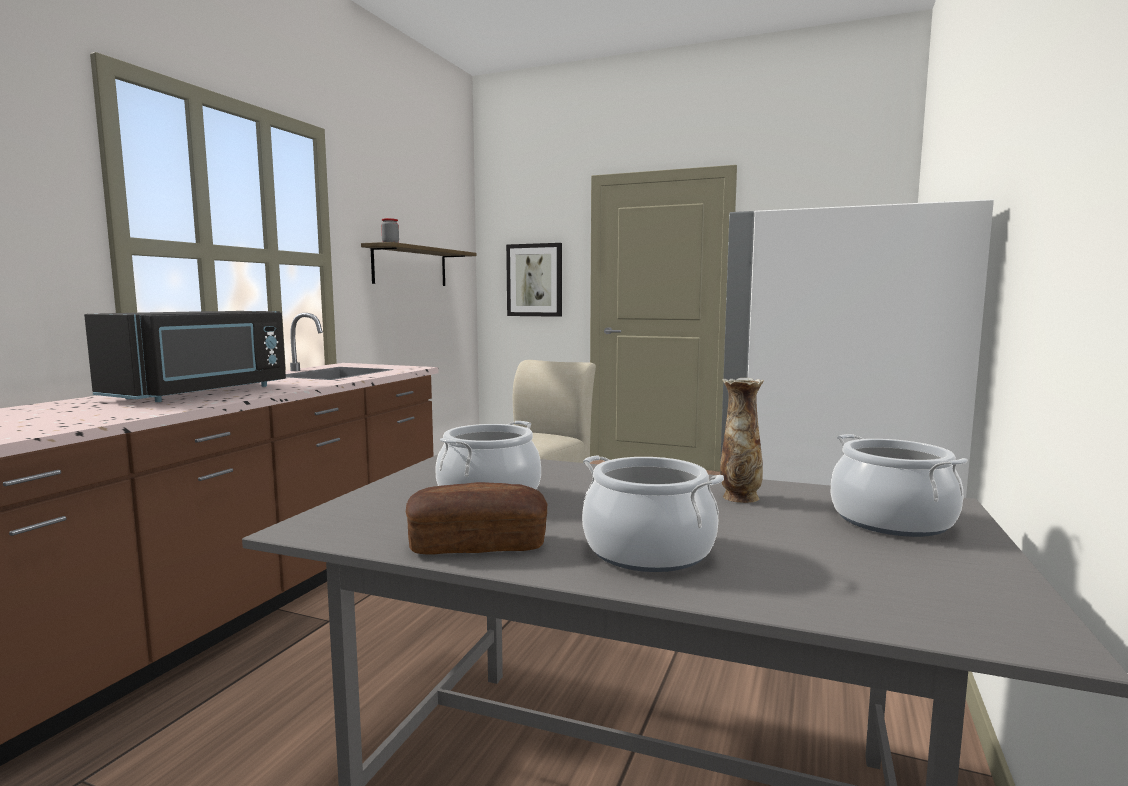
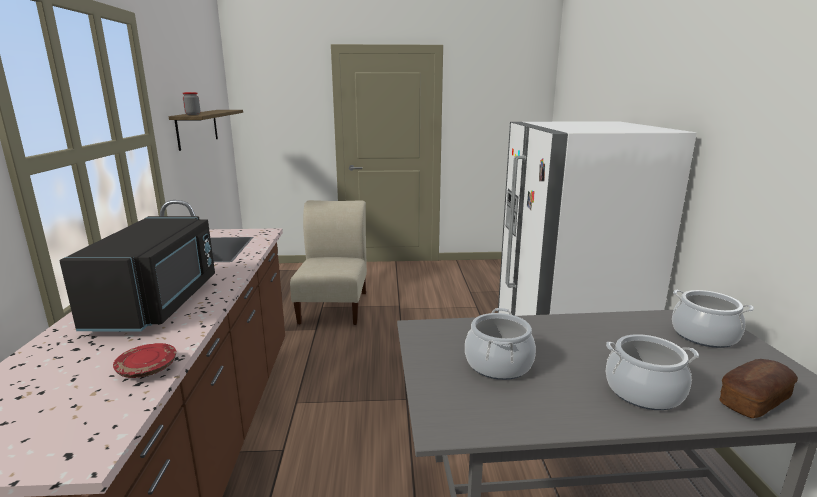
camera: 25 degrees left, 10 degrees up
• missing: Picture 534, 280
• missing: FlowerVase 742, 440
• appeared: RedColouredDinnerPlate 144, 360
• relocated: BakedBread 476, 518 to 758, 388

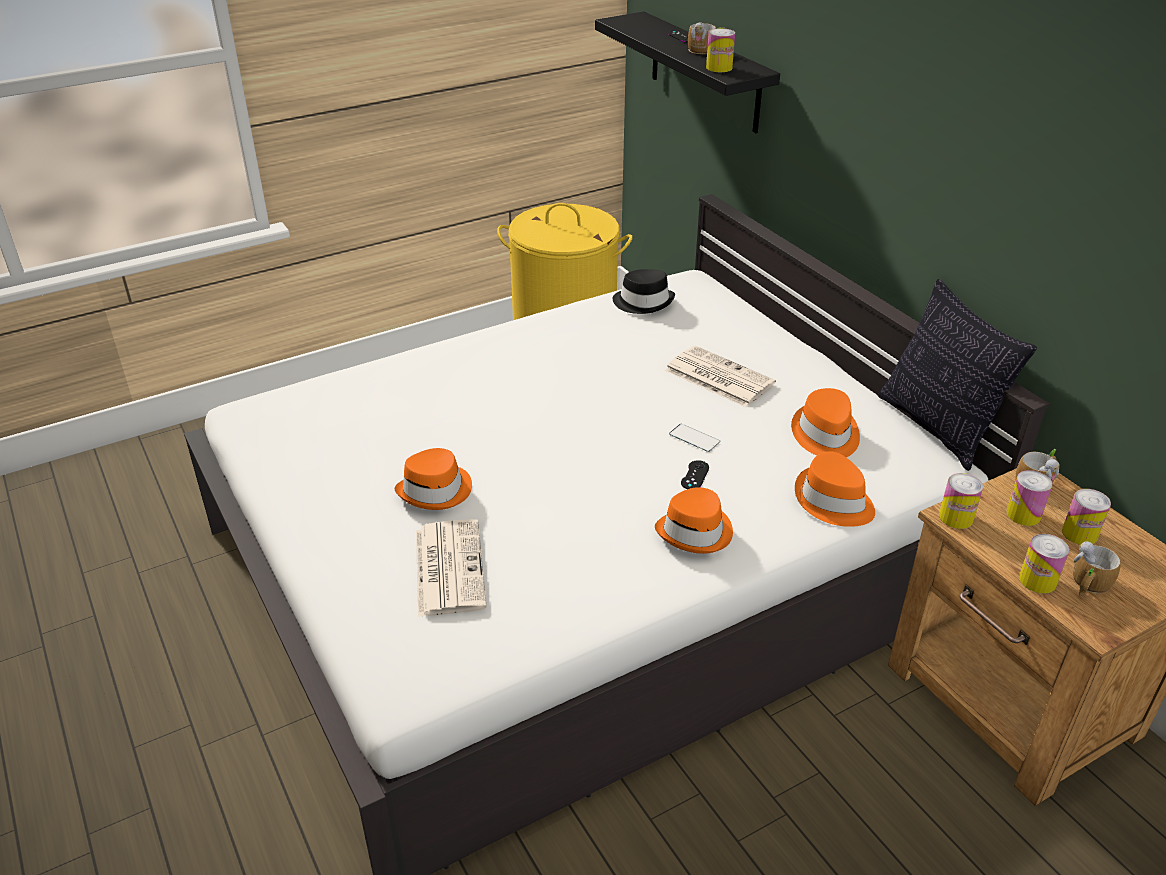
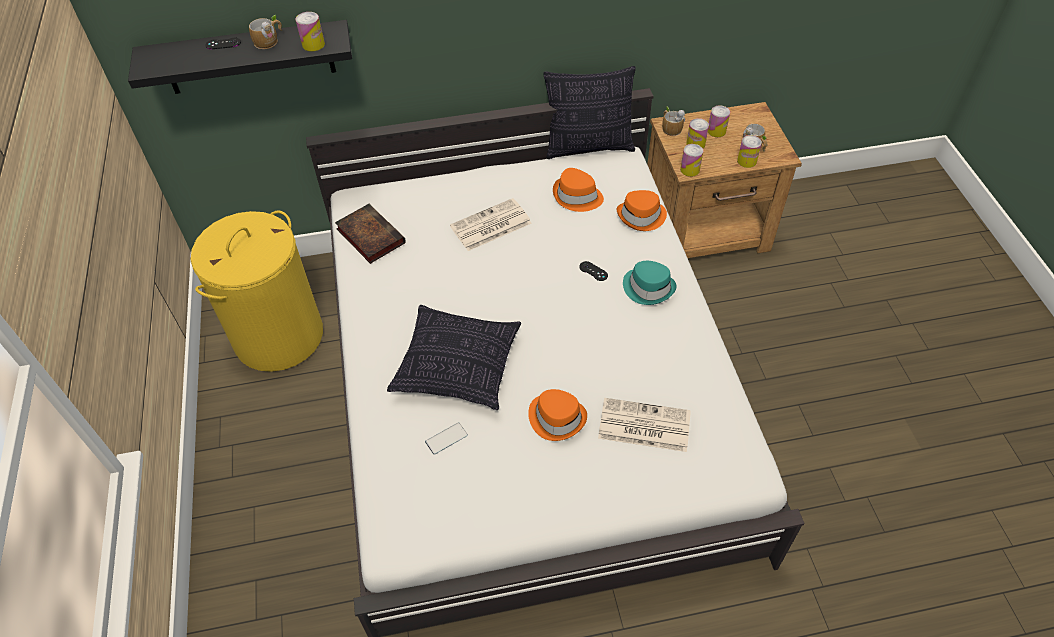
camera: 70 degrees left, 15 degrees up
• appeared: Pillow 454, 357
• relocated: Handset 694, 438 to 446, 438
• exchanged: BlackishClothingHat 644, 291 to BoundBook 370, 234
• colour: OrangeyClothingHat 694, 520 to TurquoiseClothingHat 649, 283

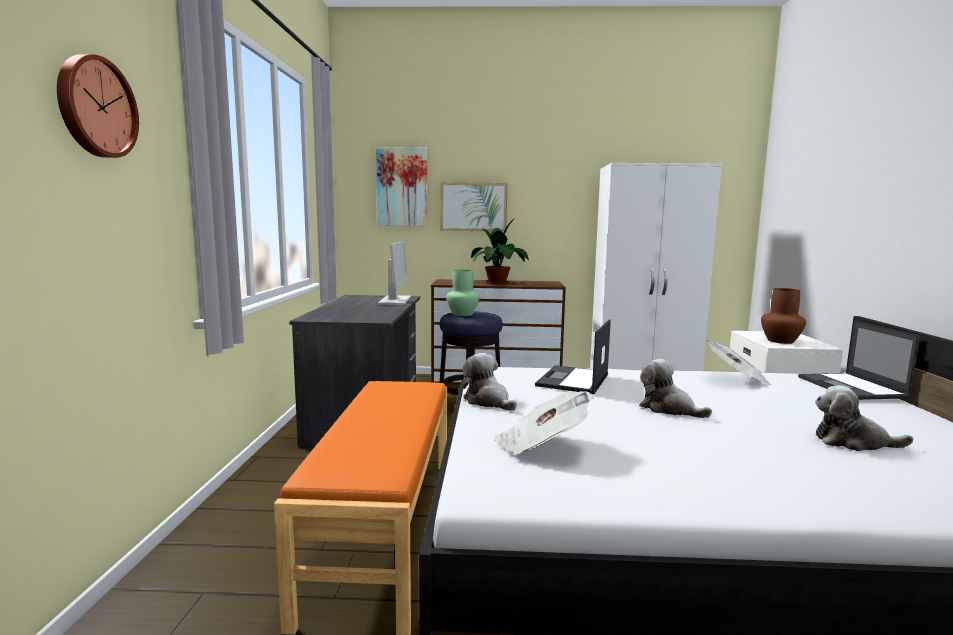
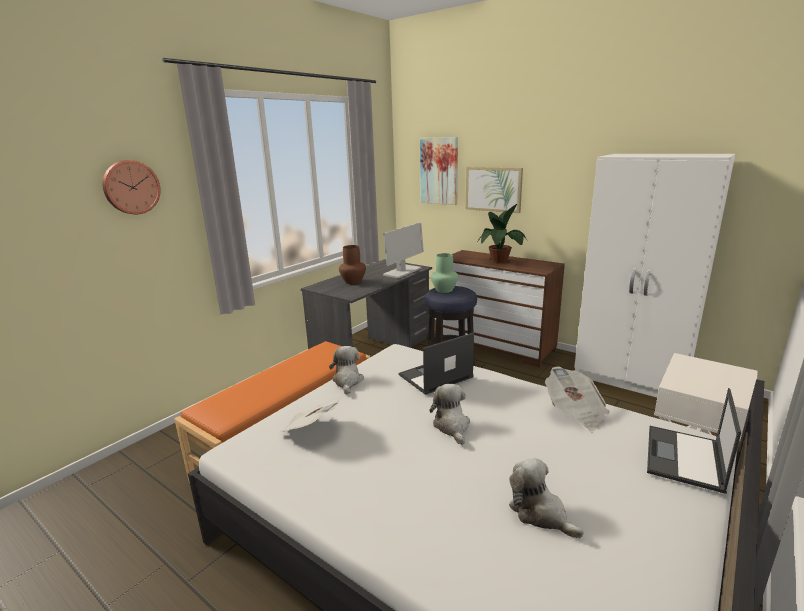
camera: 35 degrees right, 10 degrees up
• relocated: BrownColouredFlowerVase 783, 316 to 352, 264

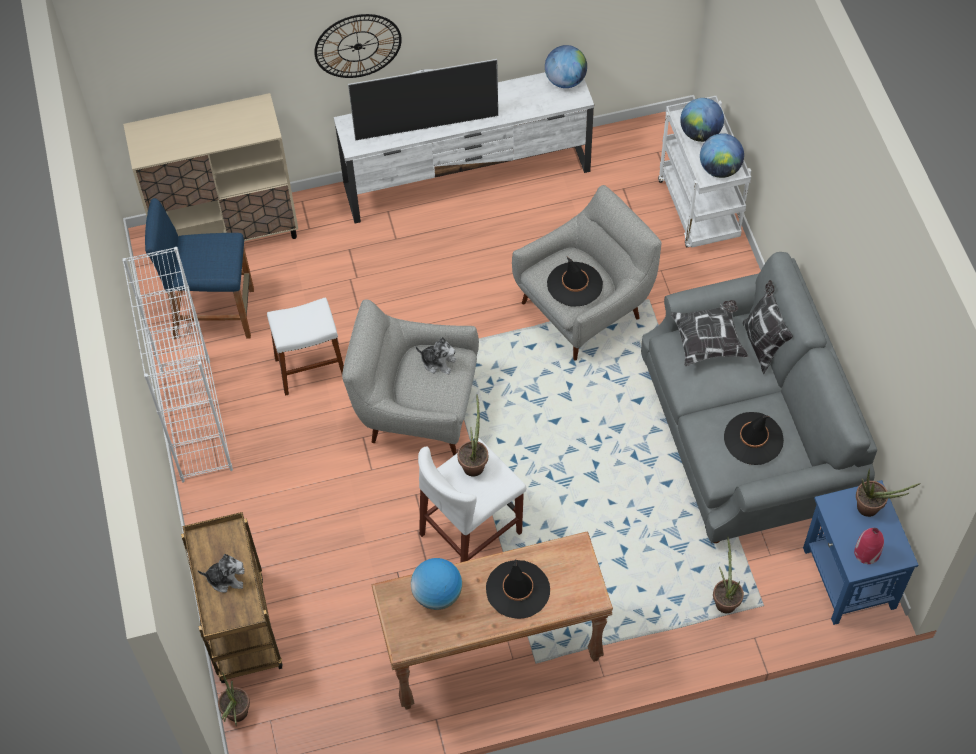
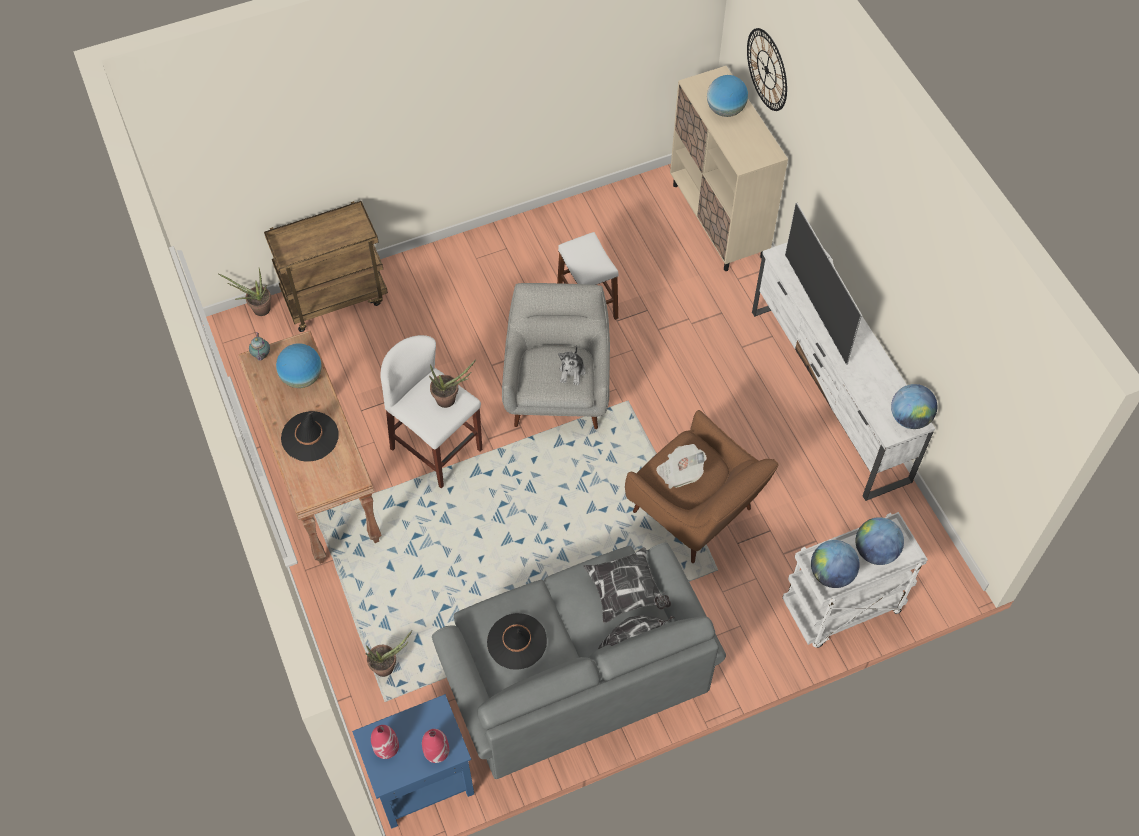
camera: 80 degrees right, 0 degrees up
• missing: WhiteShelvingUnit 177, 365
• missing: BluishStool 199, 268
• missing: SoftToy 221, 573
• appeared: TeaPot 259, 346
• appeared: DeskGlobe 727, 96
• relocated: WallClock 358, 46 to 767, 69
• exchanged: BlackishClothingHat 575, 282 to DailyPaper 681, 466
• exchanged: PottedPlant 888, 493 to RedColouredFlowerVase 435, 746
• colour: GreyishArmchair 587, 272 to BrownColouredArmchair 702, 486

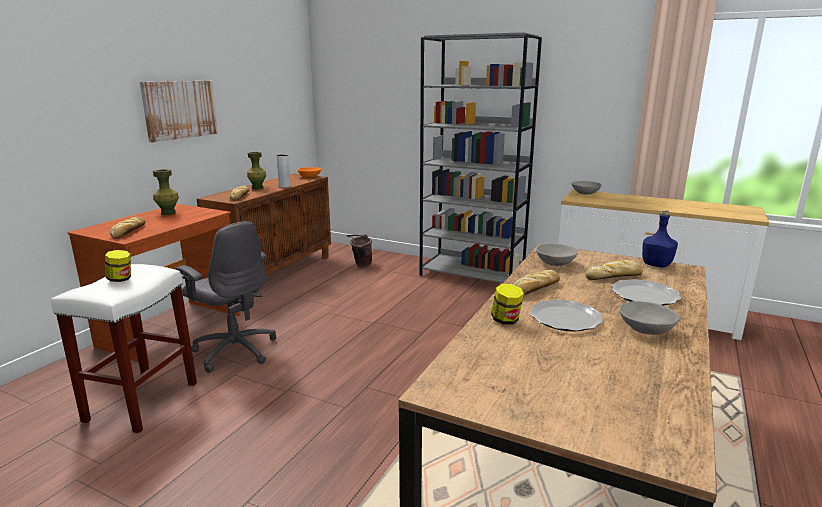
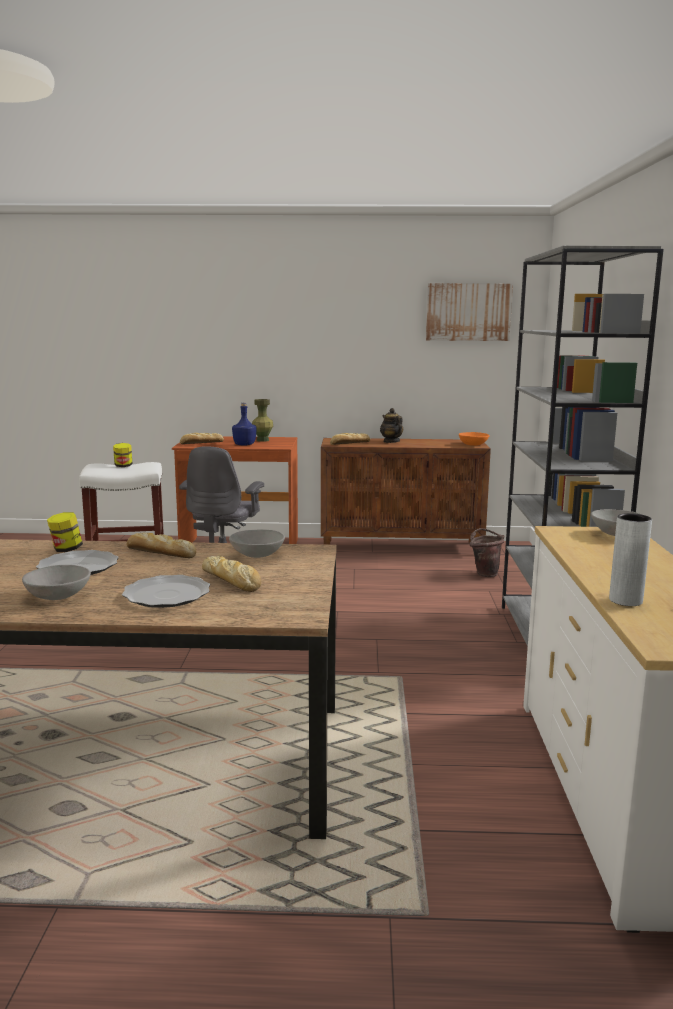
camera: 65 degrees right, 5 degrees down
• relocated: Picture 179, 111 to 469, 312
• relocated: GreyishFlowerVase 283, 171 to 630, 559
• relocated: BluishBottle 660, 239 to 244, 424
• exchanged: GreenFlowerVase 256, 170 to TeaPot 391, 425

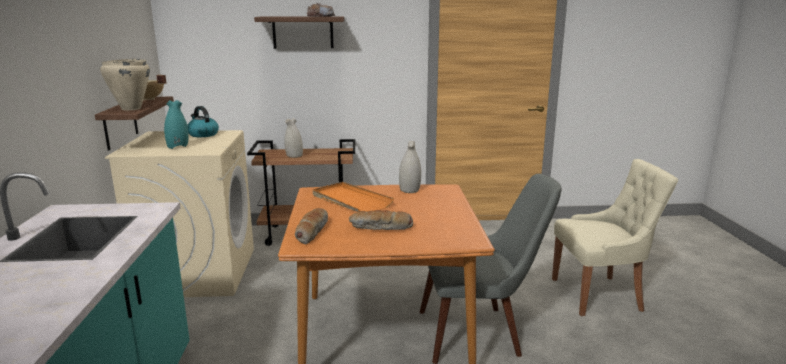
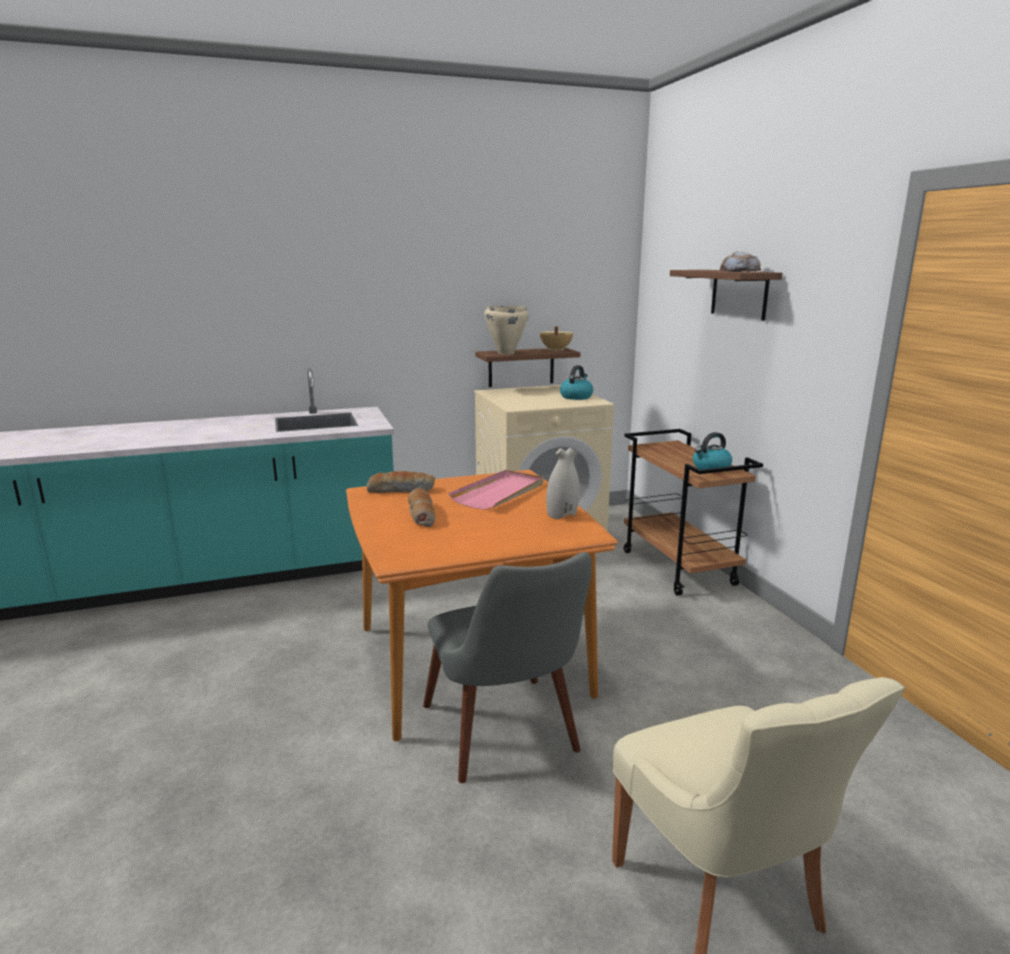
camera: 75 degrees right, 0 degrees up
• missing: TurquoiseFlowerVase 176, 124
• missing: WhiteFlowerVase 293, 138
• appeared: Kettle 712, 451
• colour: OrangeyServingTray 353, 197 to PinkColouredServingTray 496, 490

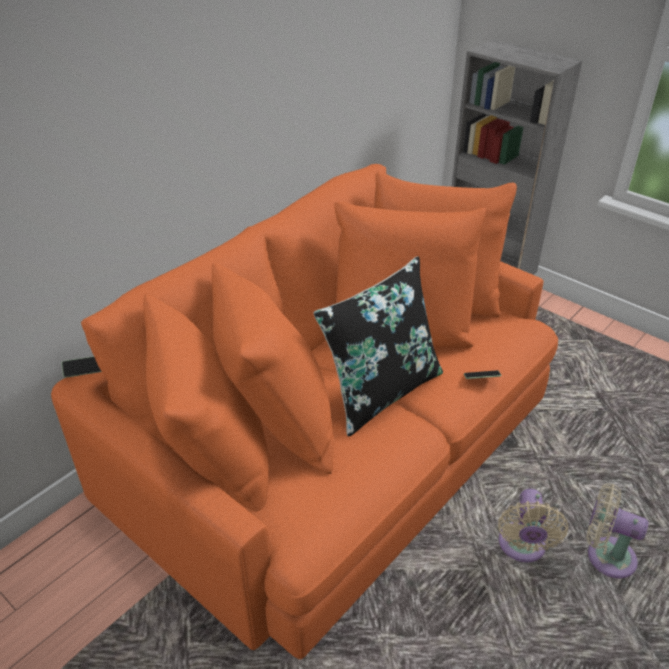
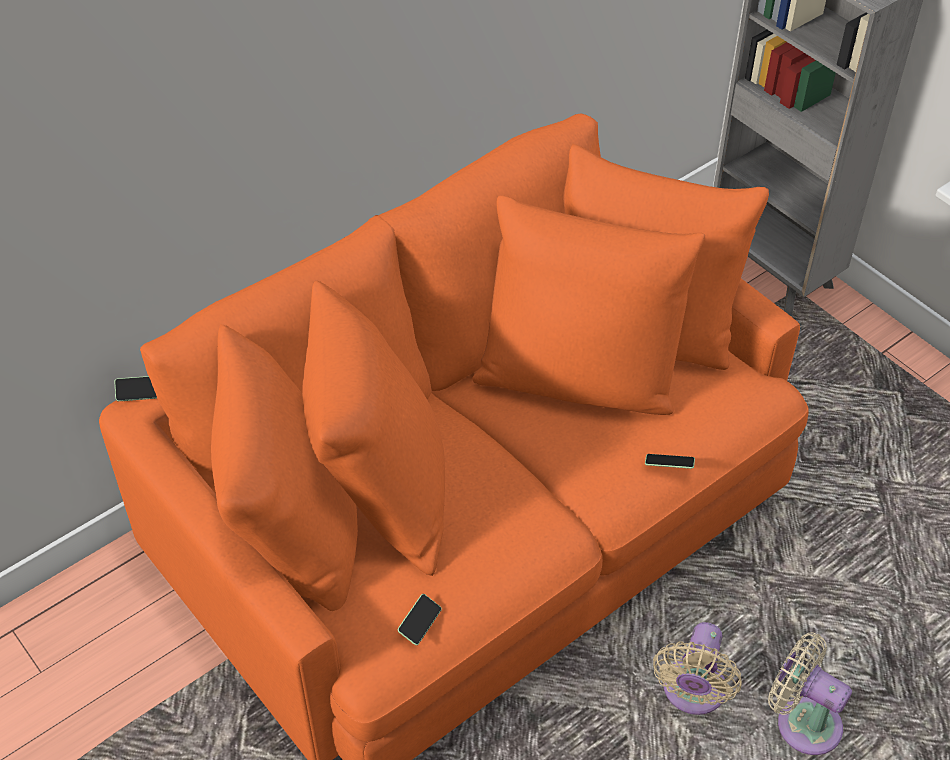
camera: 10 degrees right, 10 degrees up
• missing: BlackishPillow 378, 346
• appeared: Handset 420, 619

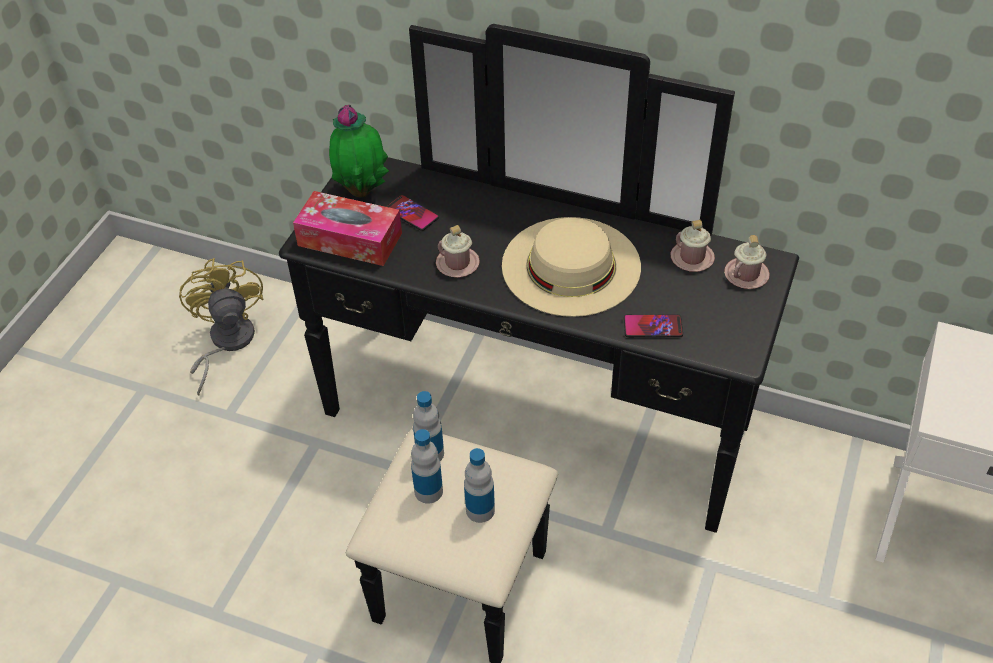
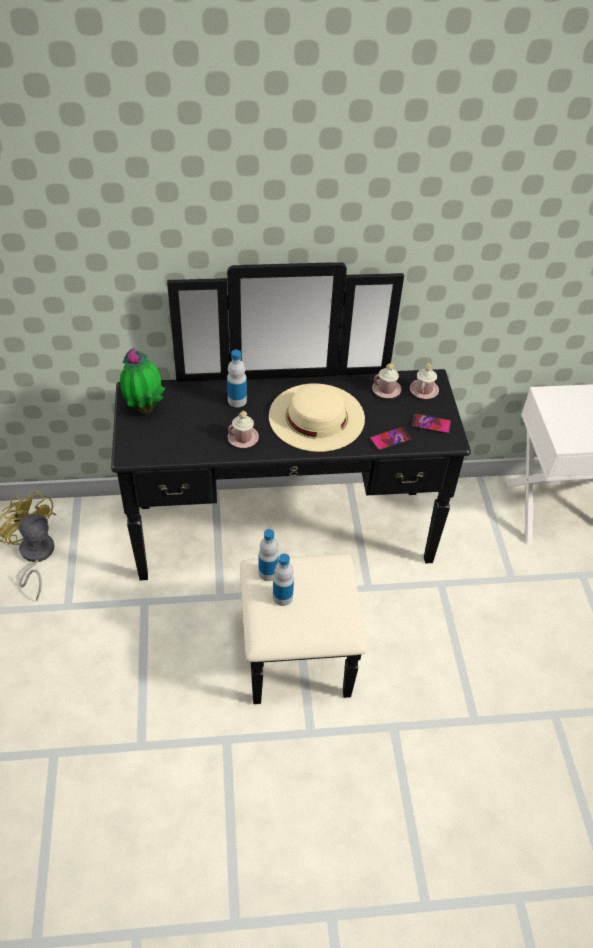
camera: 30 degrees left, 0 degrees up
• missing: TissueBox 347, 228
• relocated: Handset 412, 213 to 431, 423
• relocated: Bottle 479, 485 to 237, 378

